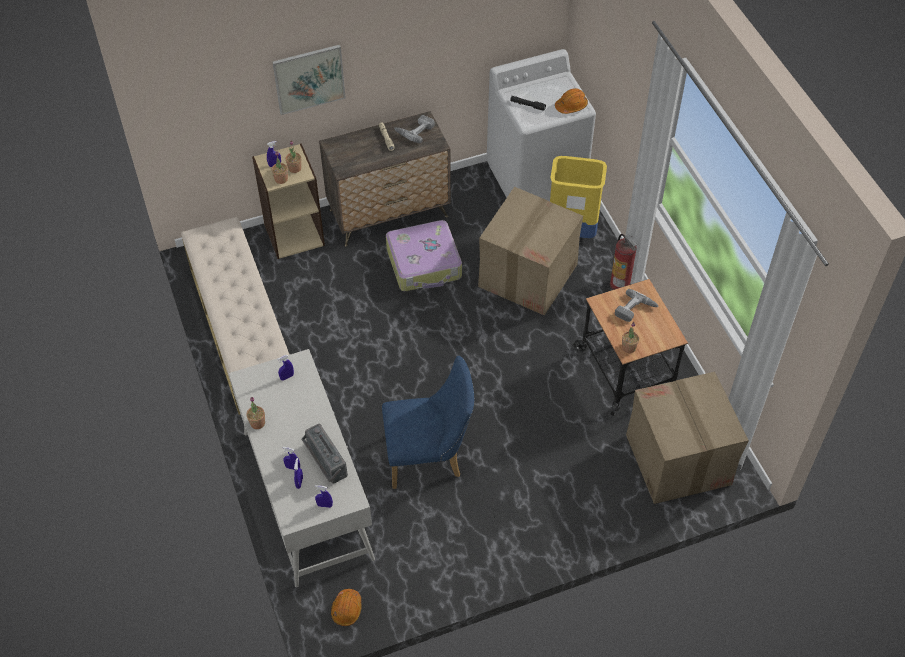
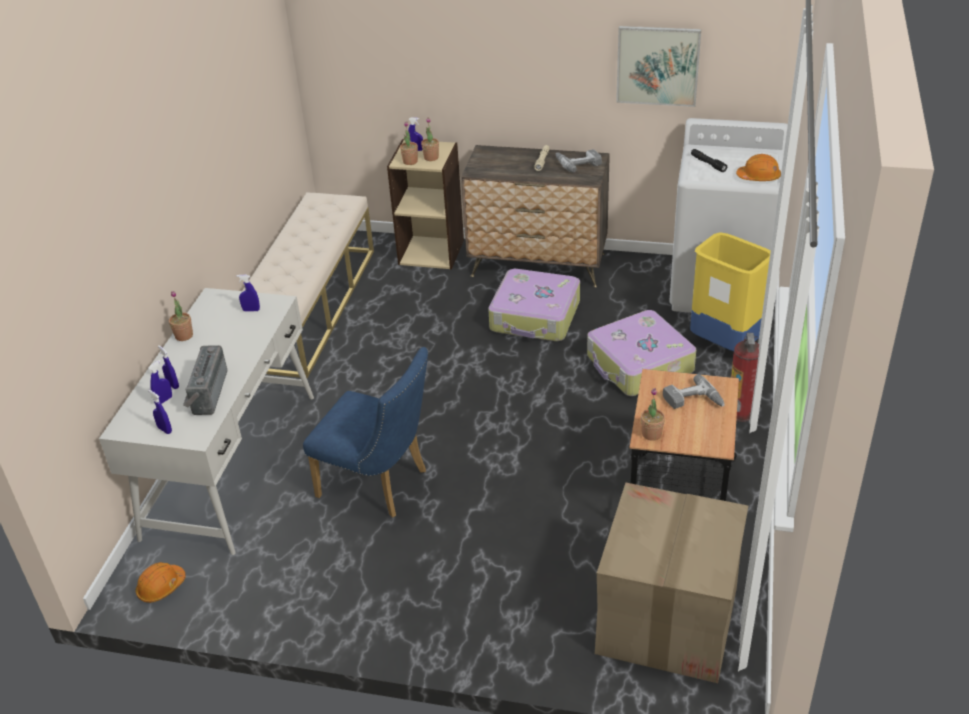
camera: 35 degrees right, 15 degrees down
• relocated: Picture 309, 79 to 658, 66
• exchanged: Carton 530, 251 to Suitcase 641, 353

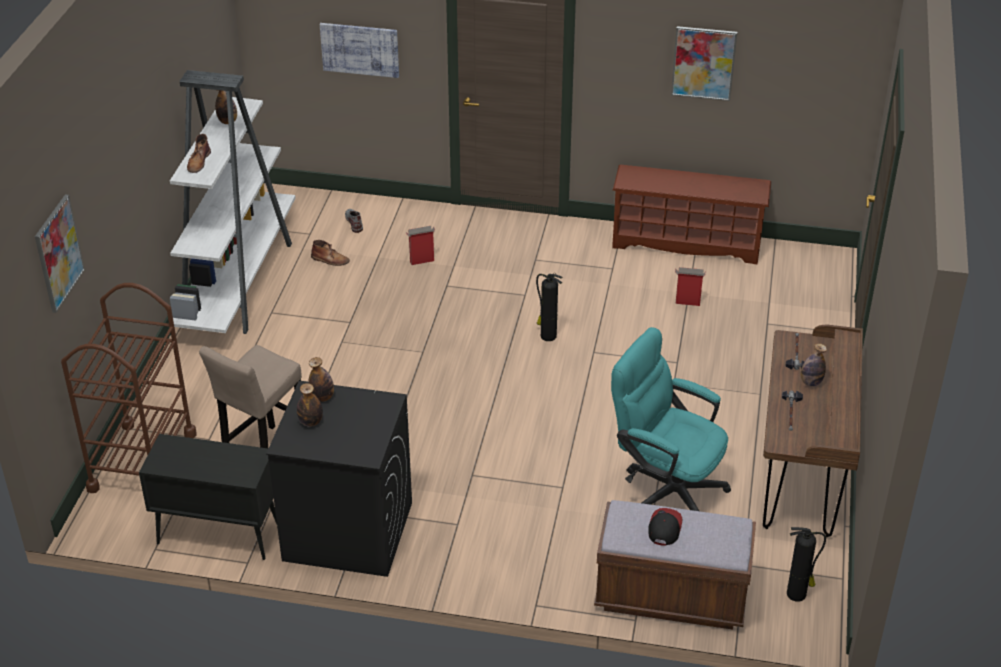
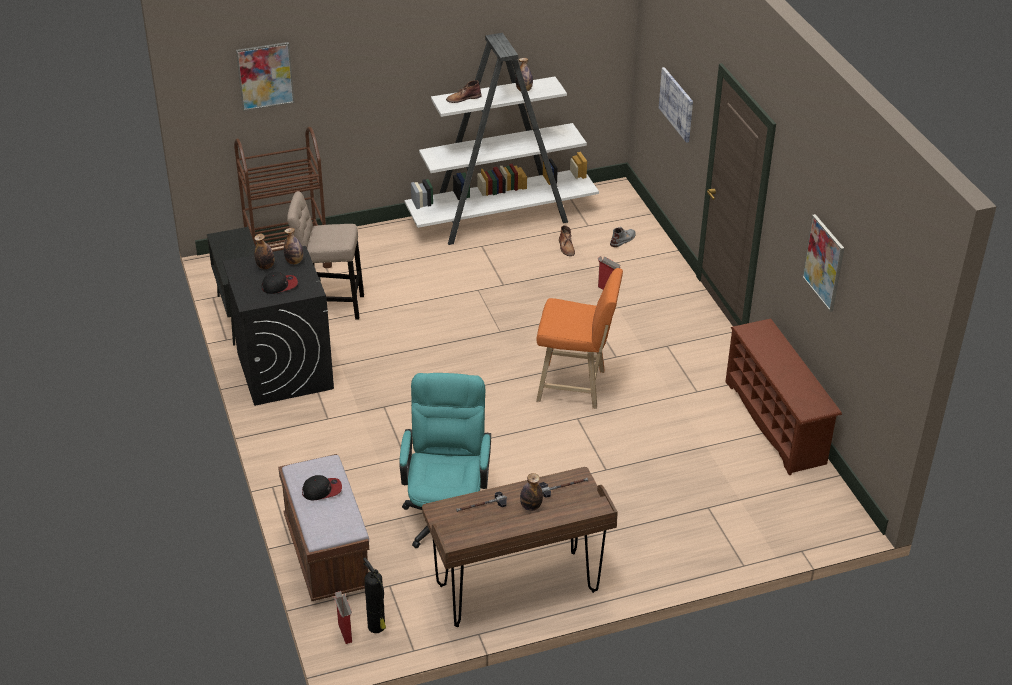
camera: 60 degrees right, 0 degrees up
• appeared: BaseballCap 279, 283
• relocated: Carton 690, 286 to 342, 617
• exchanged: FireExtinguisher 549, 307 to OrangeyStool 579, 338

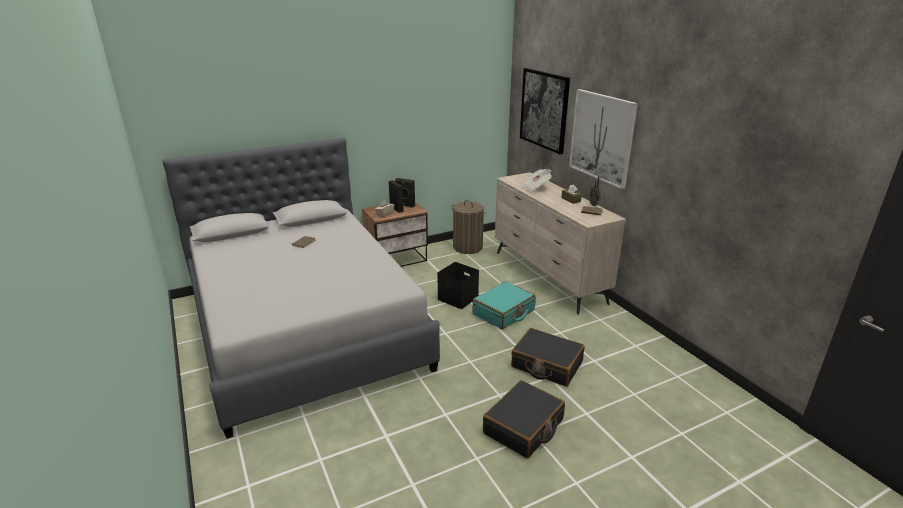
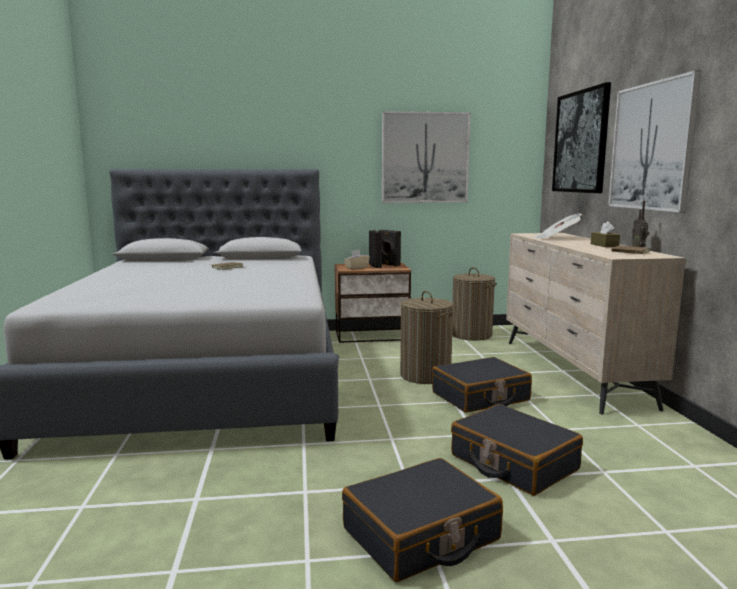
camera: 20 degrees right, 15 degrees down
• appeared: Picture 426, 157
• exchanged: BlackishStorageBin 458, 285 to WashingBasket 426, 337
• colour: TurquoiseSuitcase 504, 305 to BlackishSuitcase 482, 385

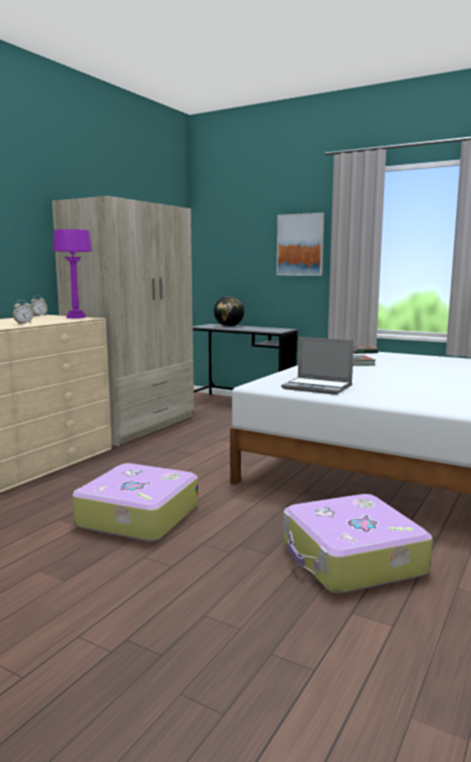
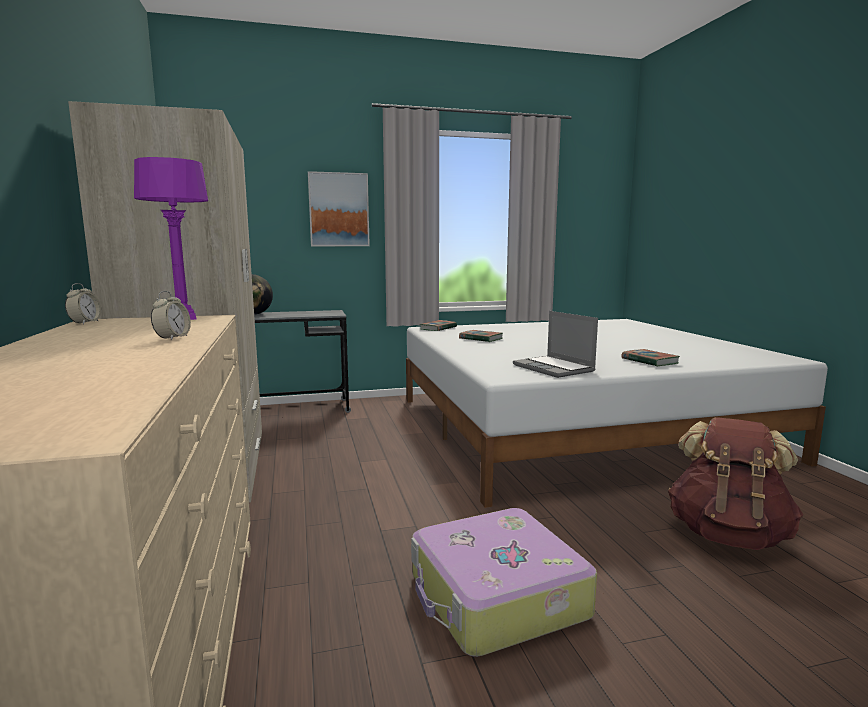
camera: 45 degrees left, 0 degrees up
• appeared: BoundBook 650, 358
• exchanged: Suitcase 357, 544 to BrownColouredRucksack 735, 483
• spun: PortableComputer 317, 366 = 555, 344 75 degrees clockwise

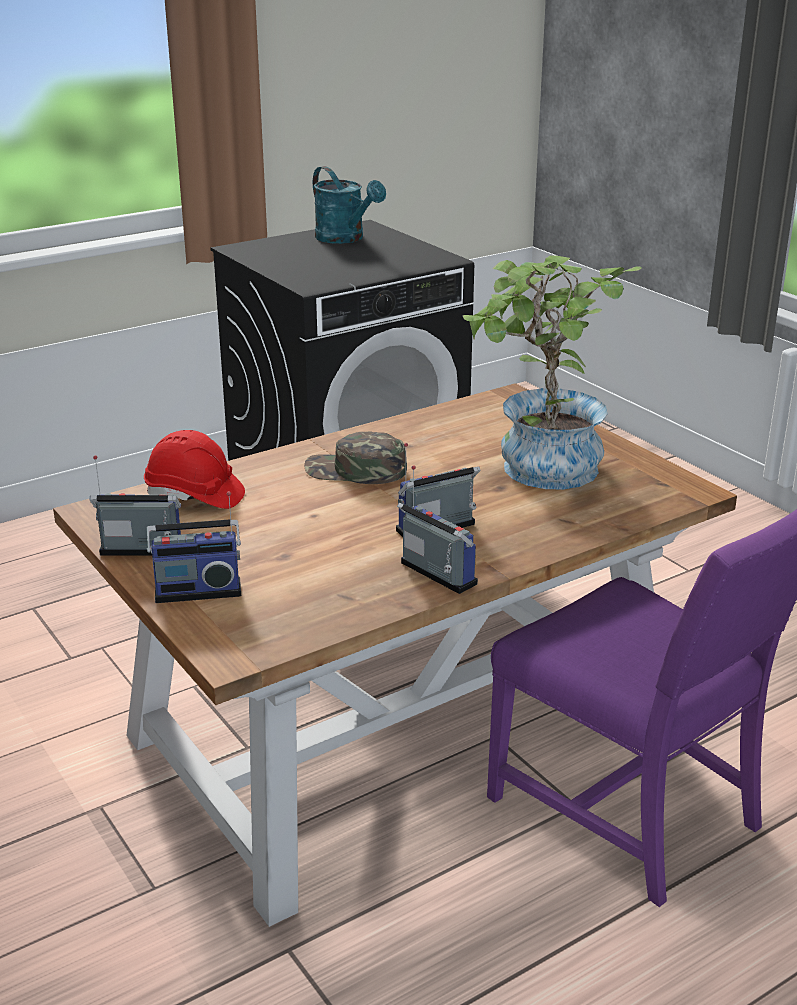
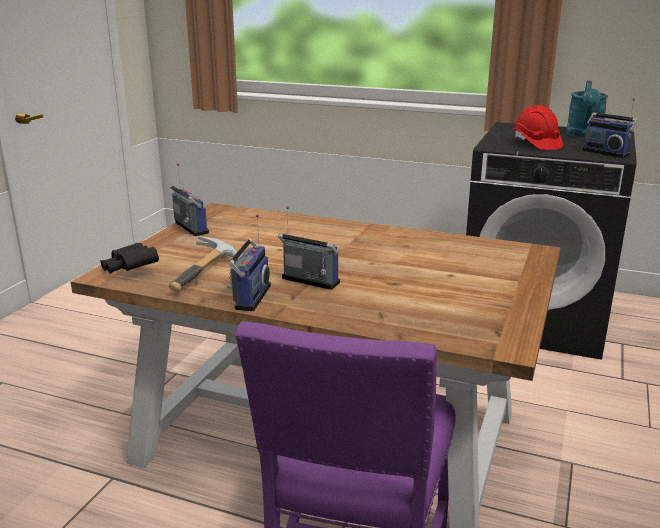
camera: 55 degrees right, 5 degrees down
• missing: GreenBaseballCap 355, 458
• missing: PottedPlant 552, 372
• appeared: BlackishFieldGlasses 130, 258
• appeared: ToolHammer 206, 264
• relocated: RedColouredWorkHelmet 194, 469 to 538, 127
• relocated: RadioSet 194, 547 to 609, 128

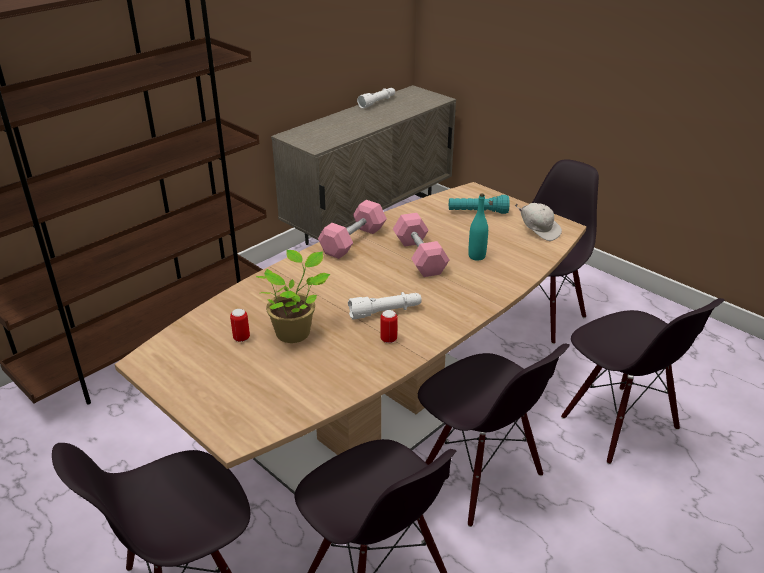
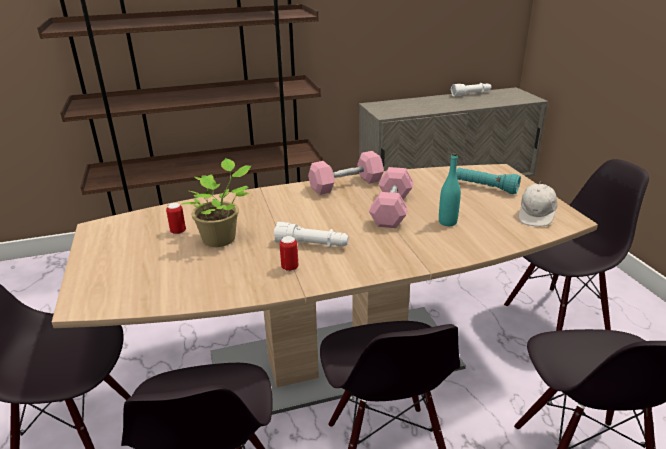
camera: 30 degrees right, 5 degrees down
• spun: WhiteBaseballCap 538, 222 = 538, 204 45 degrees clockwise

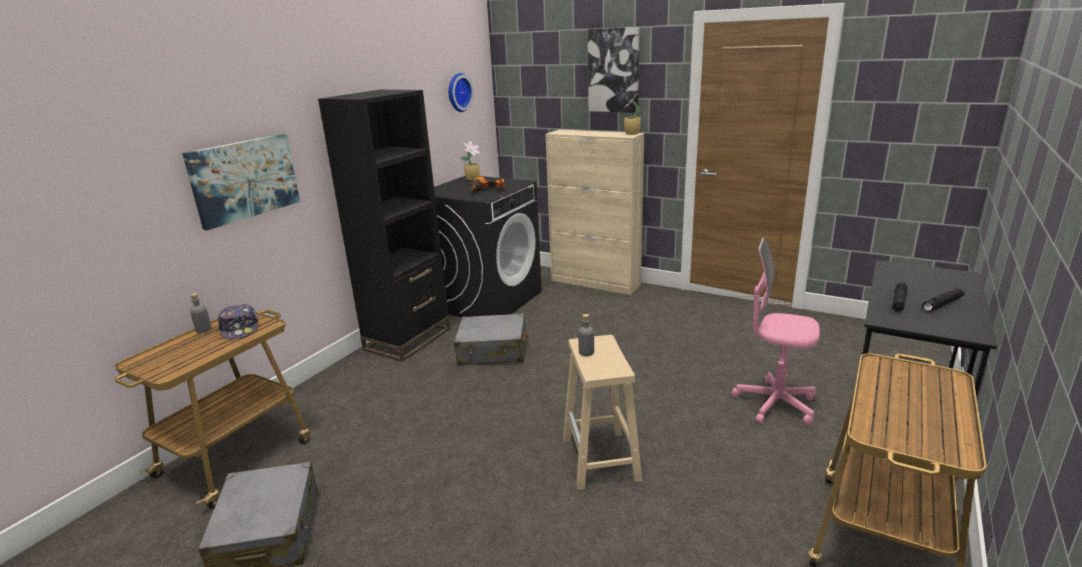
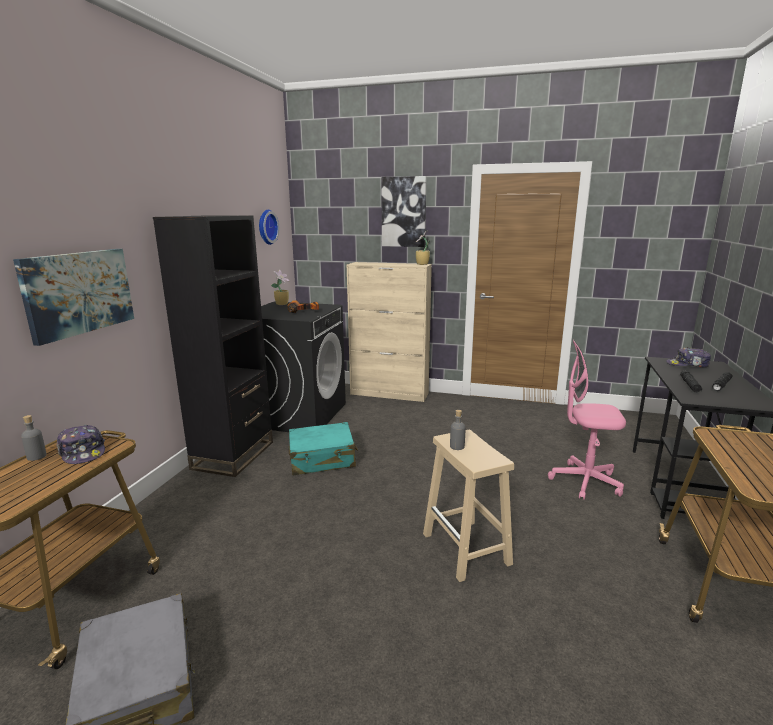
camera: 15 degrees left, 5 degrees down
• appeared: BaseballCap 688, 357
• colour: GreyishSuitcase 491, 339 to TurquoiseSuitcase 323, 448

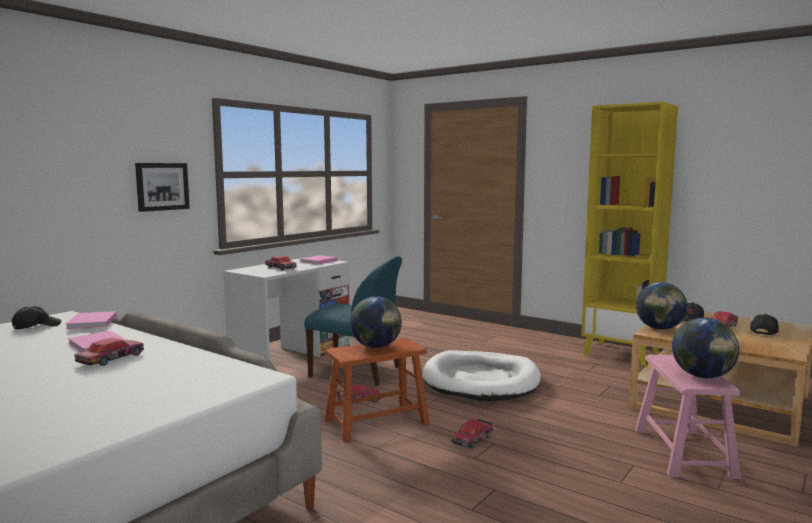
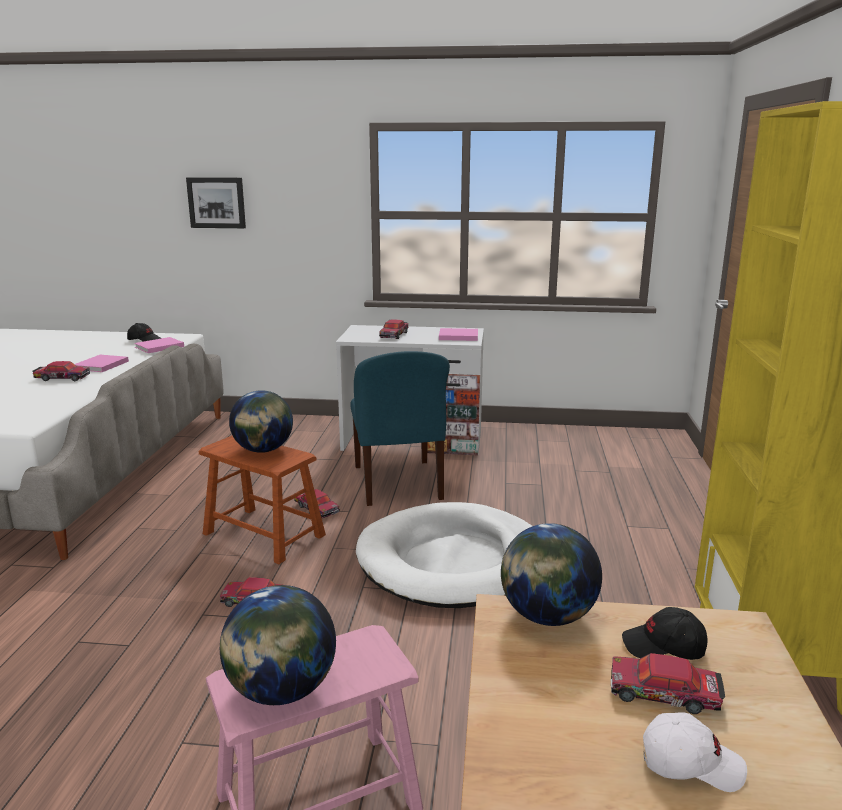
camera: 60 degrees right, 10 degrees up
• relocated: Picture 162, 187 to 216, 202
• colour: BlackishBaseballCap 764, 324 to WhiteBaseballCap 695, 752

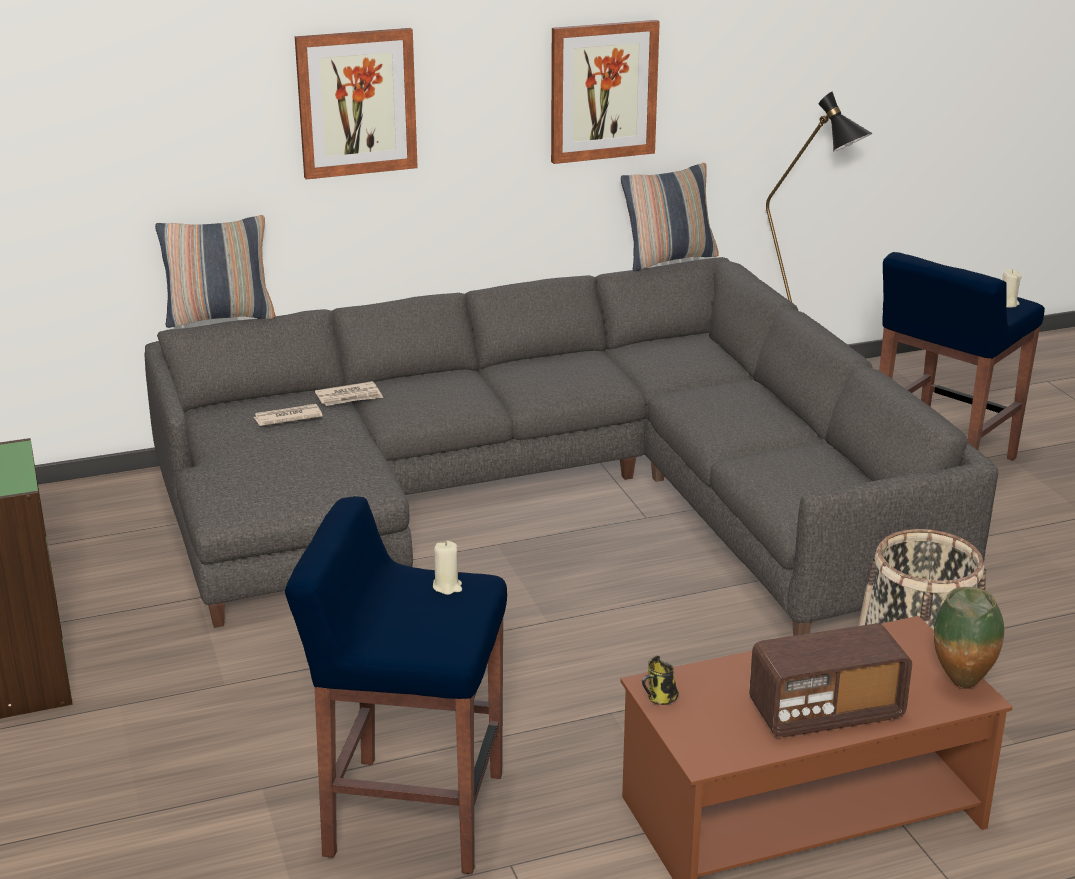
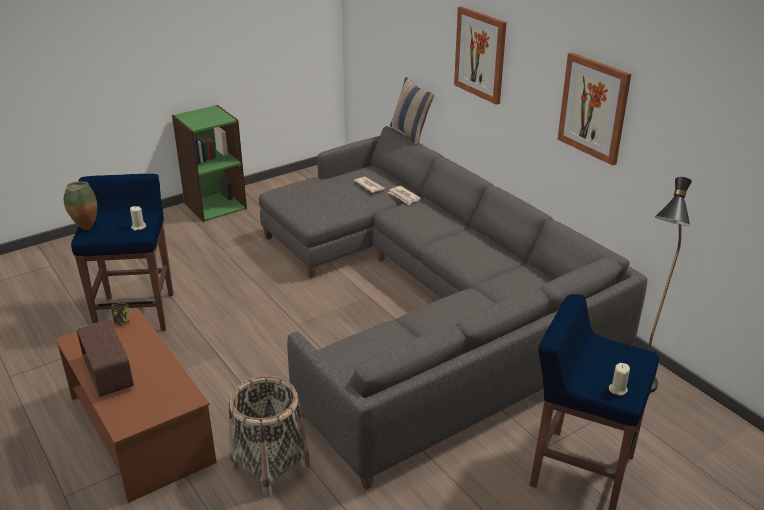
camera: 75 degrees right, 5 degrees up
• missing: Pillow 670, 217
• relocated: FlowerVase 969, 638 to 80, 205

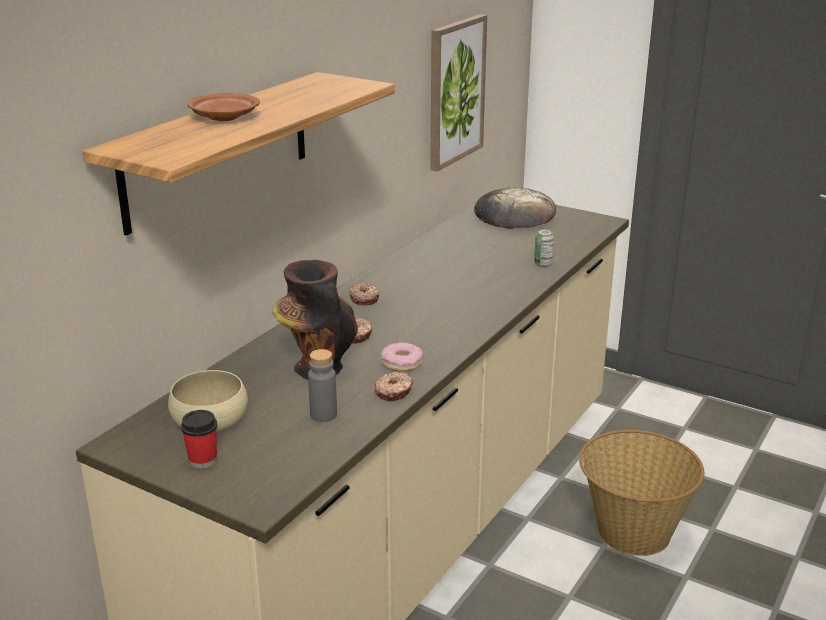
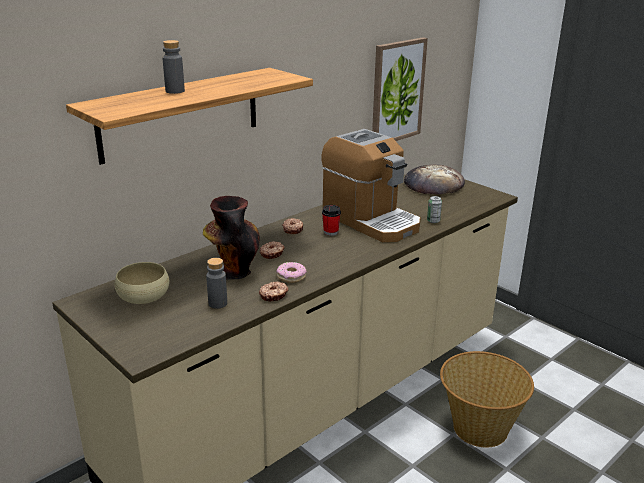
camera: 15 degrees right, 0 degrees up
• appeared: CoffeeMaker 370, 185
• relocated: SmallCup 199, 439 to 331, 220
• exchanged: BrownColouredDinnerPlate 223, 107 to GreyishBottle 173, 67

